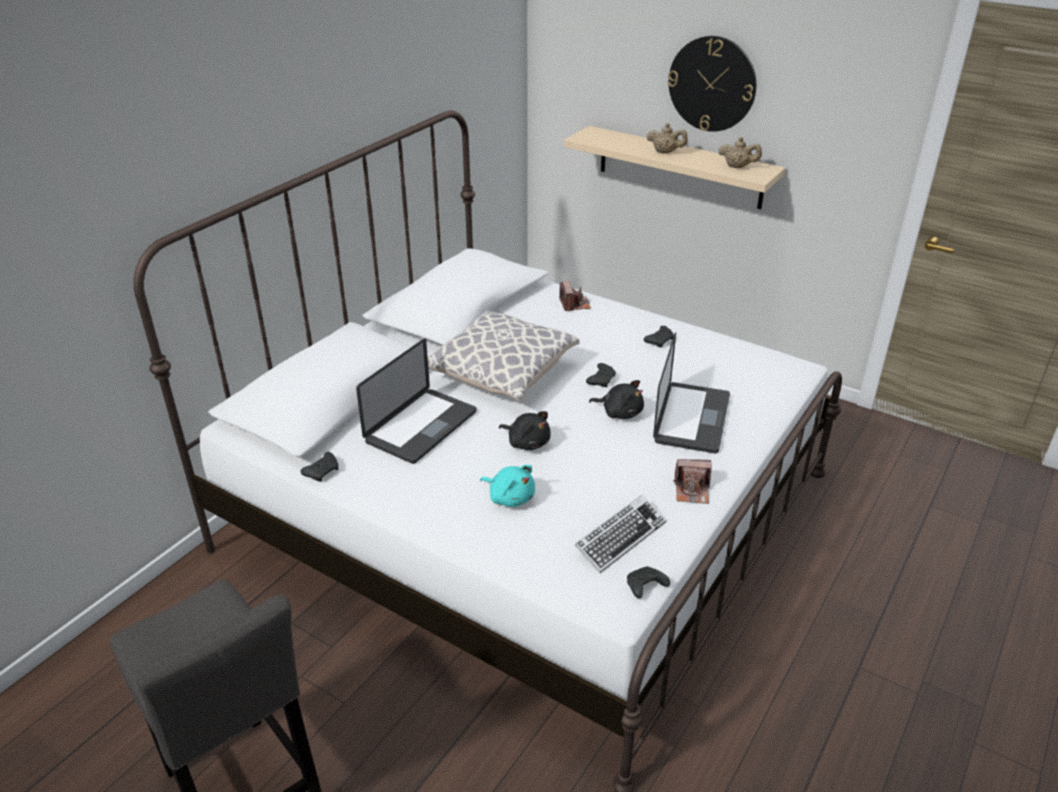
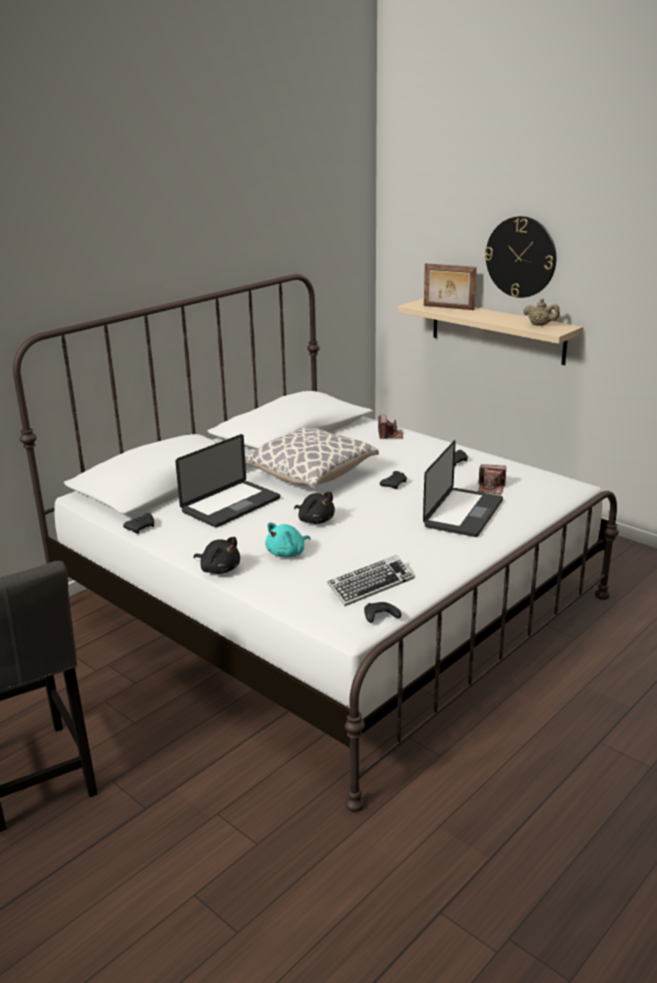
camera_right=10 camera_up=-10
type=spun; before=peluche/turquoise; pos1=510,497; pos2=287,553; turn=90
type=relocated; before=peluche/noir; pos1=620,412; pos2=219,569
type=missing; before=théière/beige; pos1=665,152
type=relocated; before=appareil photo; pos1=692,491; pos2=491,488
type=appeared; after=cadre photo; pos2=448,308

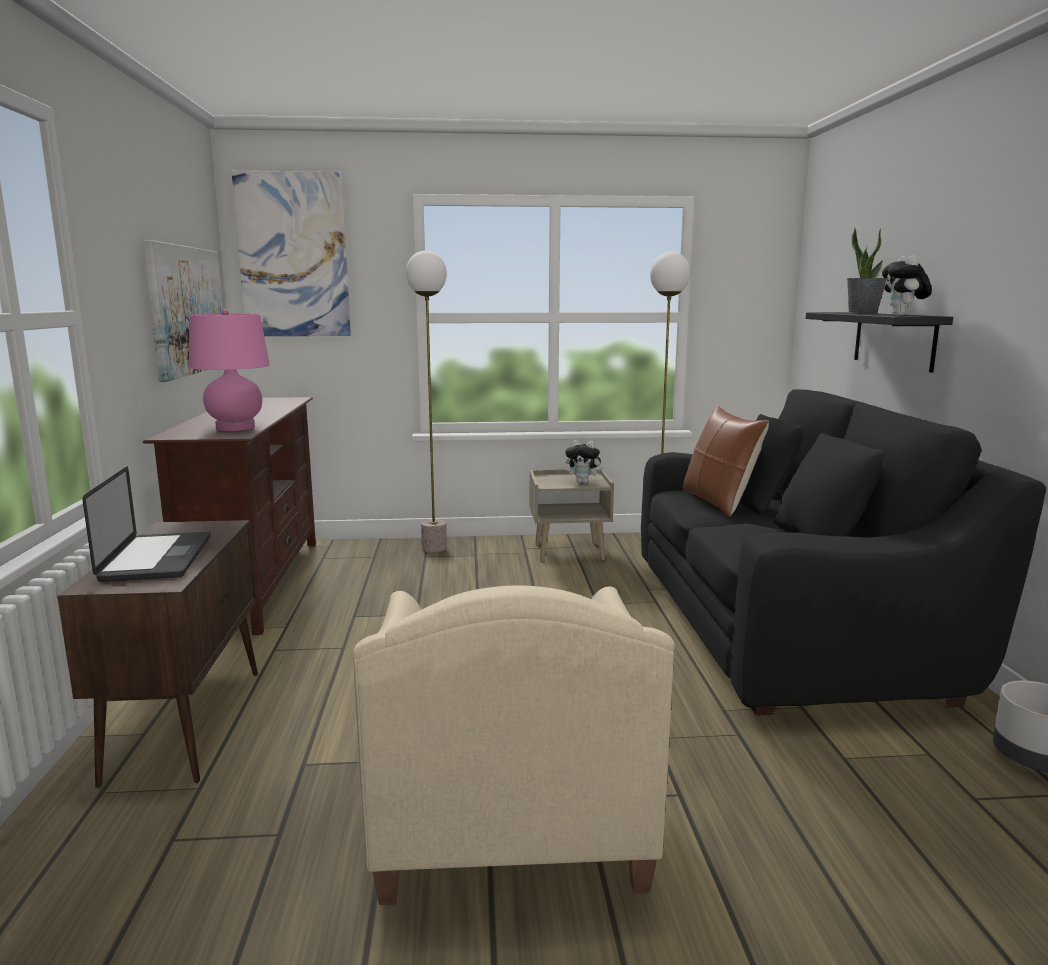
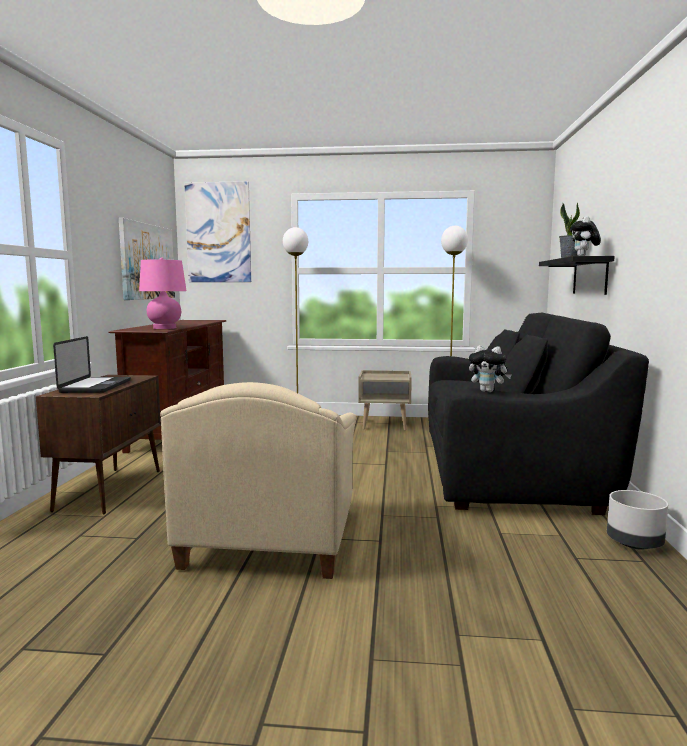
camera_right=10 camera_up=-5
type=relocated; before=peluche; pos1=584,482; pos2=488,391
type=missing; before=coussin/marron; pos1=718,502

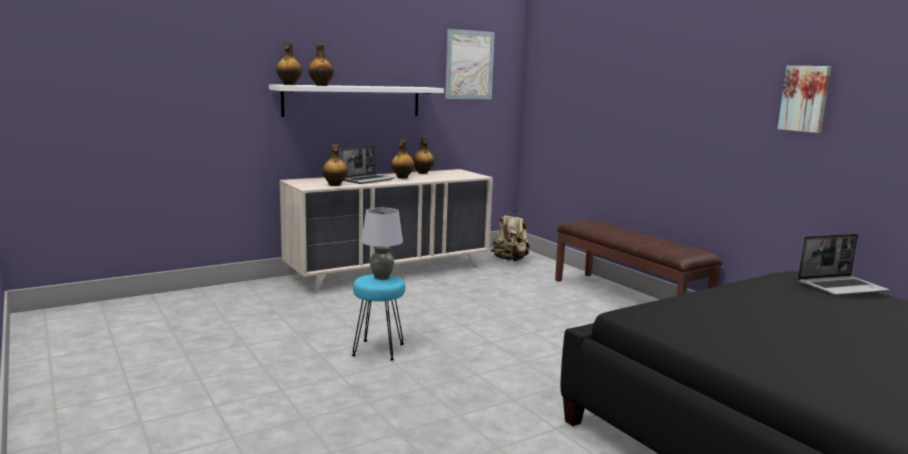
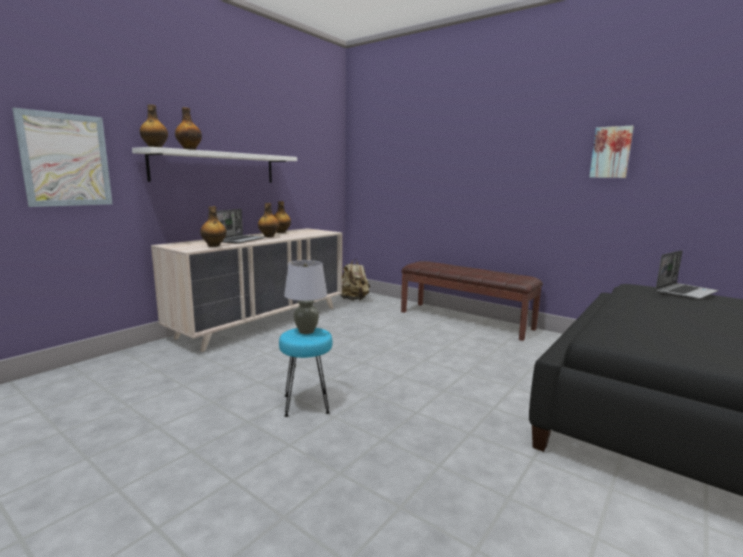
camera_right=-20 camera_up=0
type=relocated; before=tableau; pos1=469,65; pos2=66,160

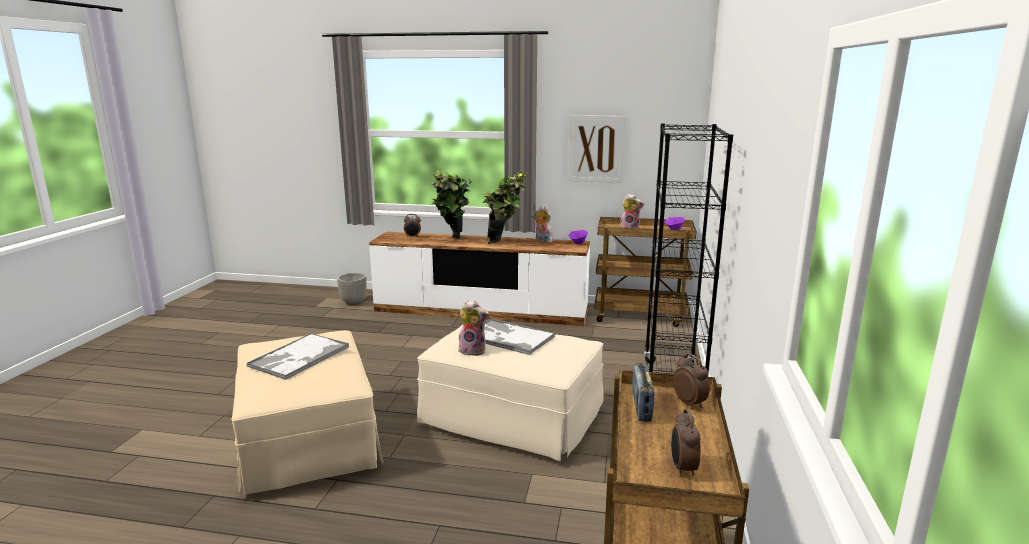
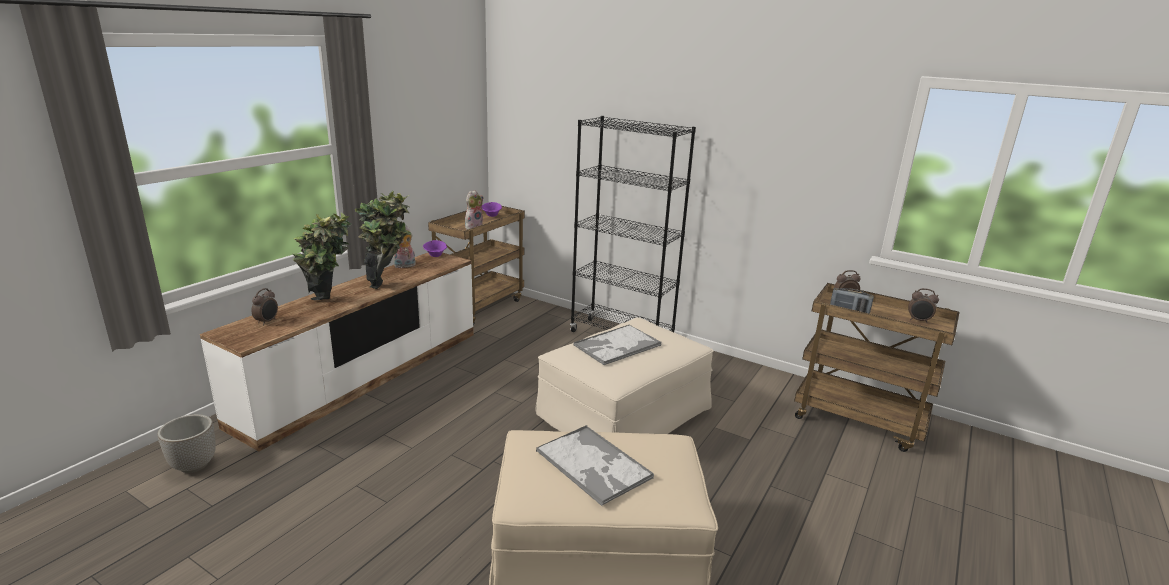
camera_right=-70 camera_up=5
type=missing; before=peluche; pos1=473,350
type=missing; before=tableau; pos1=596,149

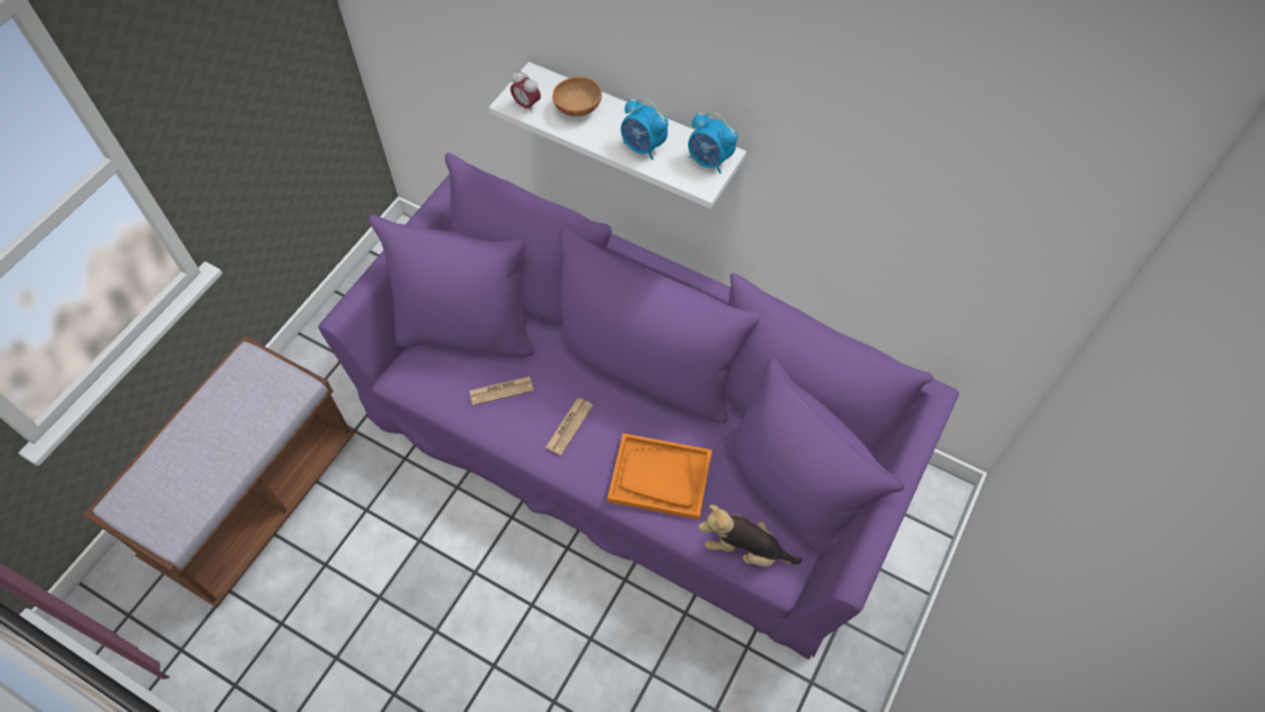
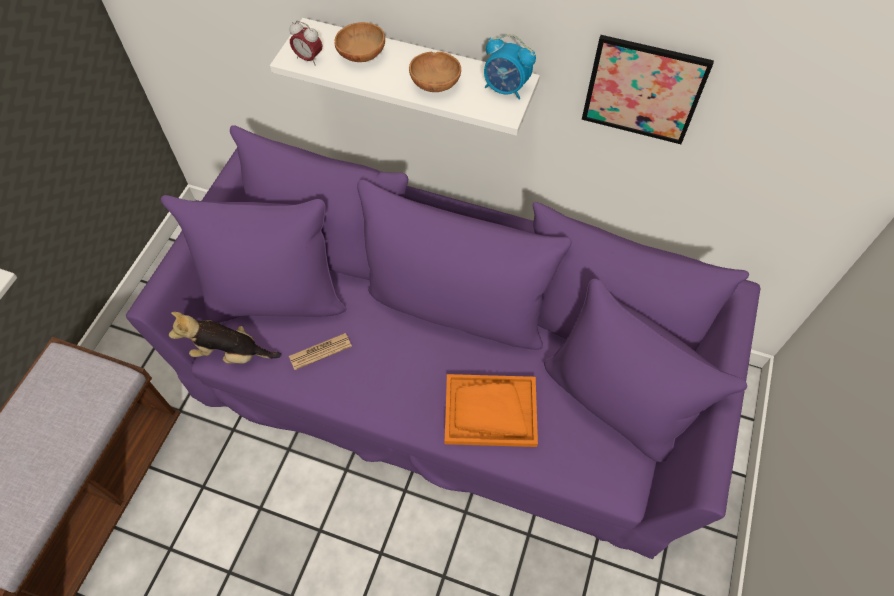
camera_right=-10 camera_up=0
type=missing; before=journal; pos1=569,426
type=exchanged; before=réveil; after=bol/marron; pos1=643,147; pos2=436,84
type=relocated; before=peluche; pos1=745,549; pos2=231,353
type=appeared; after=tableau; pos2=643,90

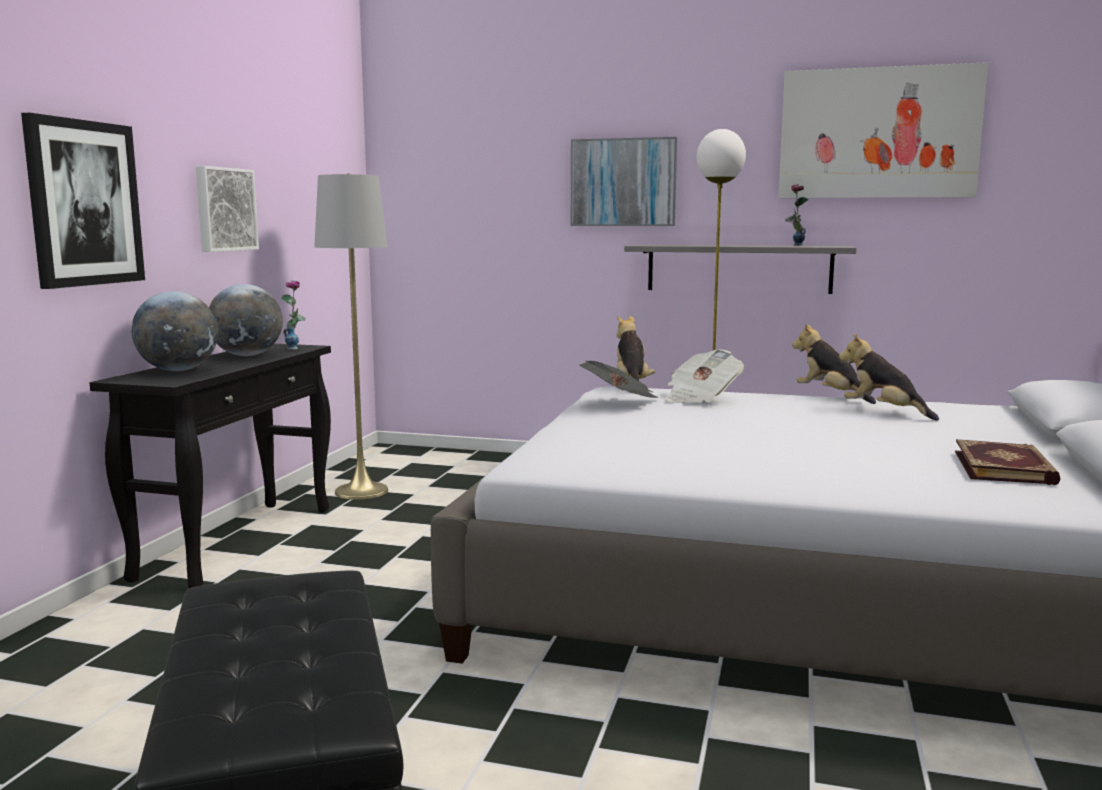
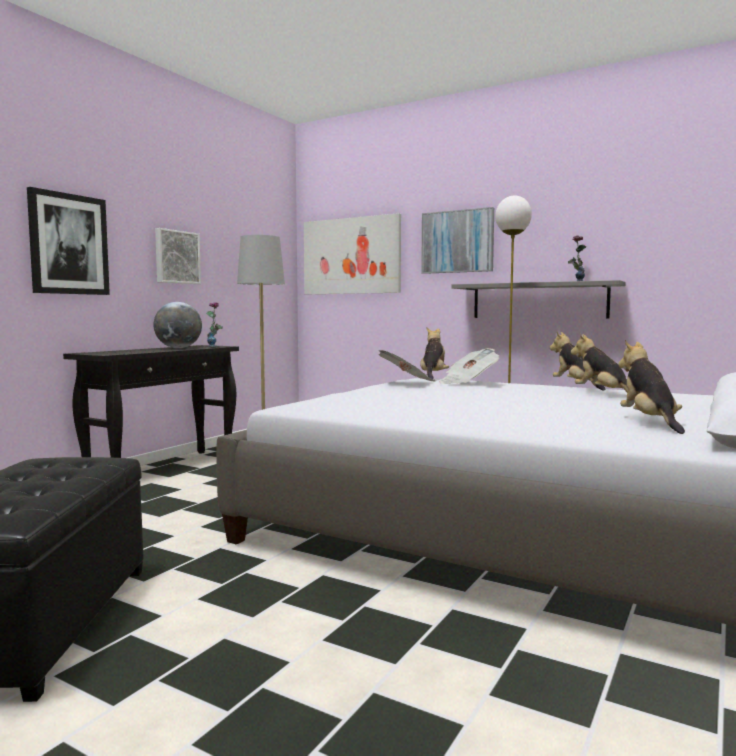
camera_right=15 camera_up=-5
type=missing; before=globe; pos1=178,370
type=relocated; before=tableau; pos1=878,133; pos2=351,256
type=exchanged; before=livre; after=peluche; pos1=1005,467; pos2=649,422

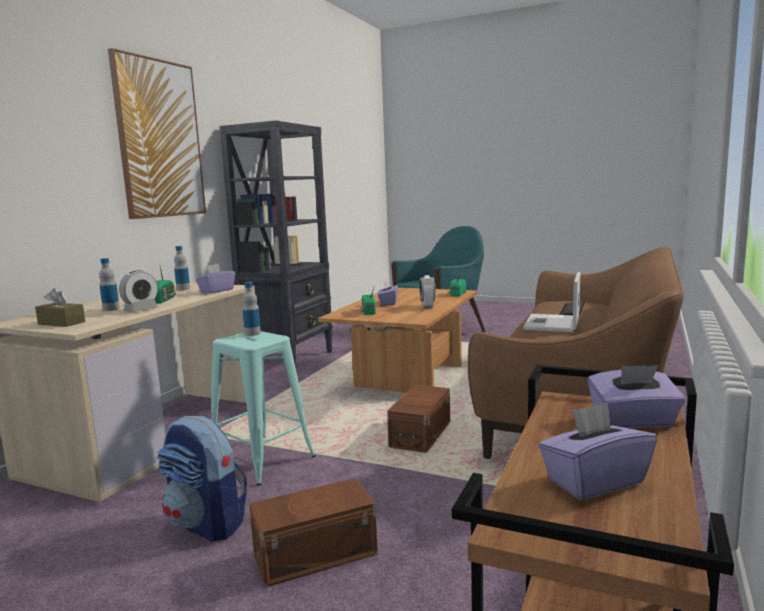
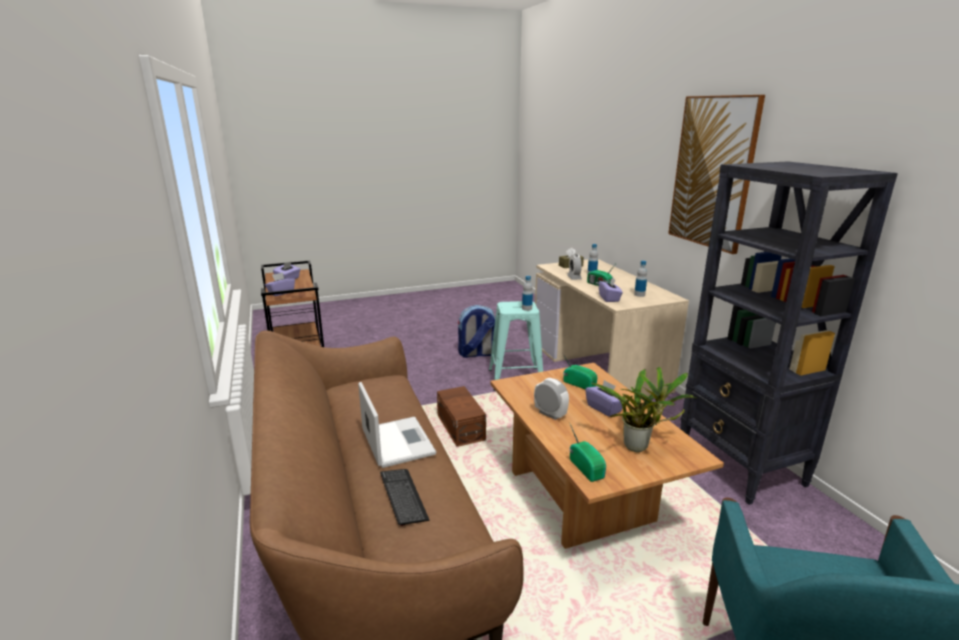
camera_right=135 camera_up=10
type=missing; before=boîte de rangement/marron; pos1=313,553
type=appeared; after=plante en pot; pos2=639,447

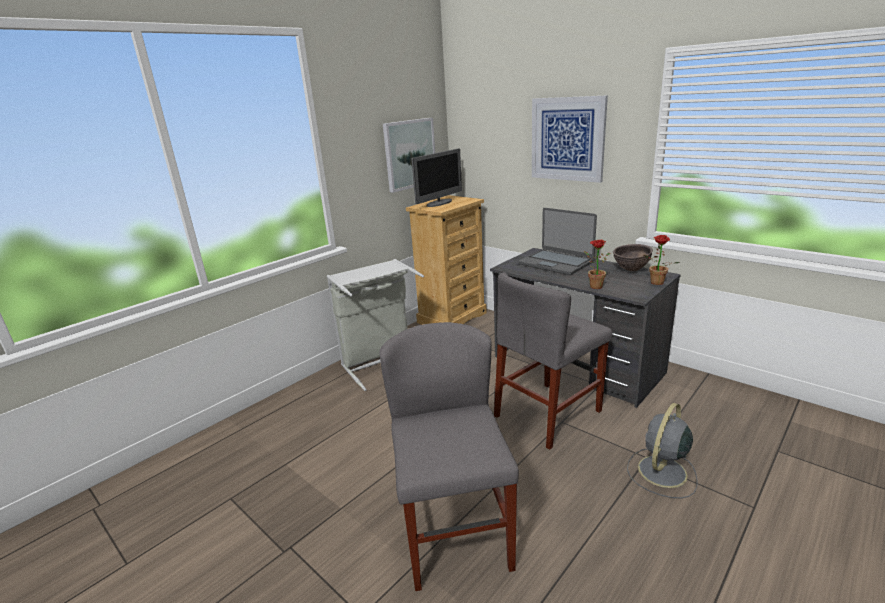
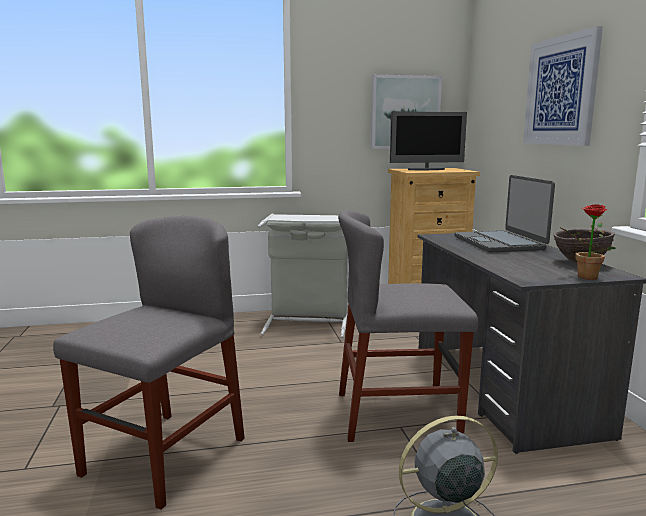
camera_right=35 camera_up=-10
type=missing; before=plante en pot; pos1=593,286

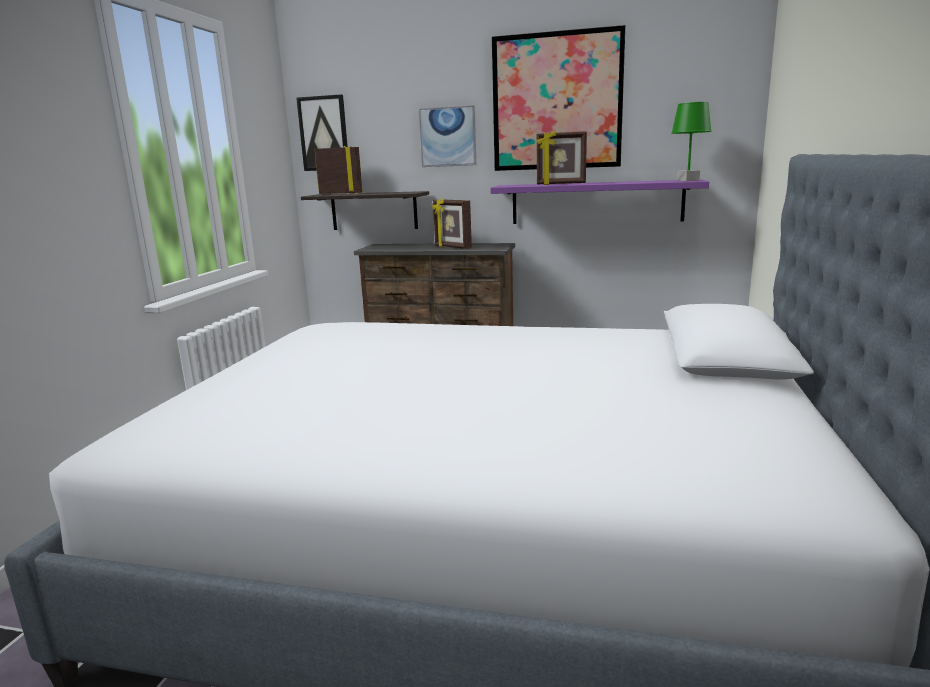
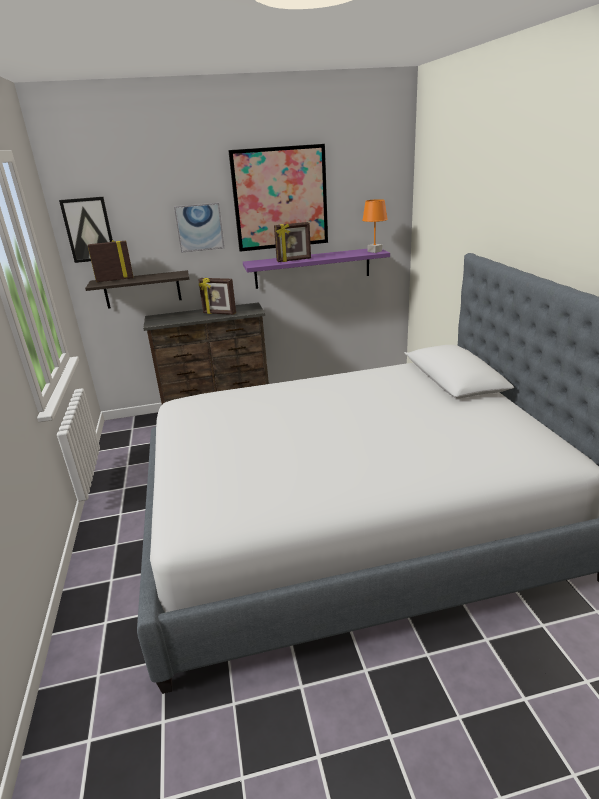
camera_right=-25 camera_up=10
type=colour; before=lampe de table/vert; after=lampe de table/orange; pos1=688,180; pos2=375,251

